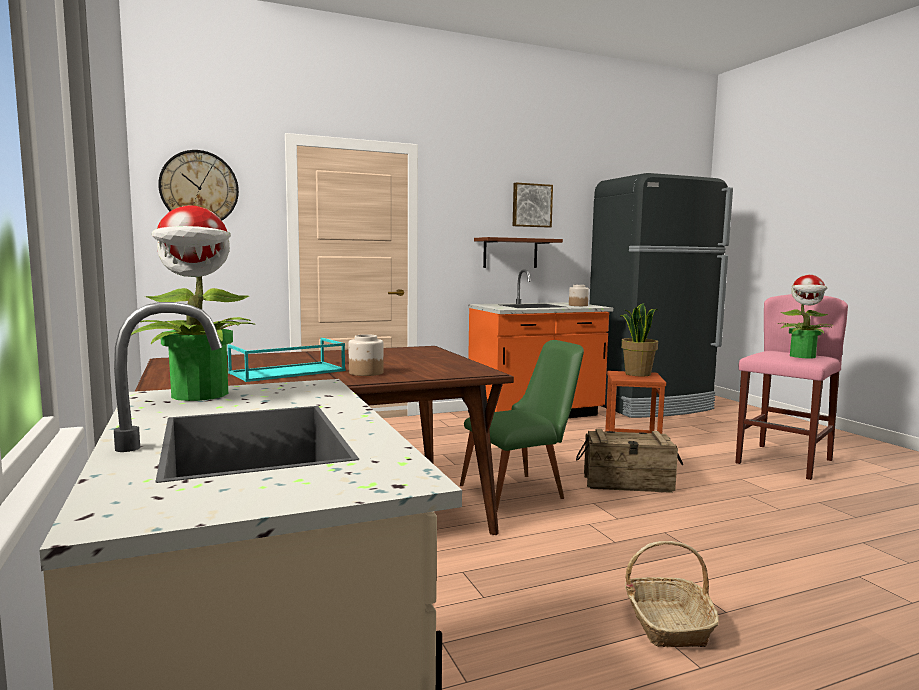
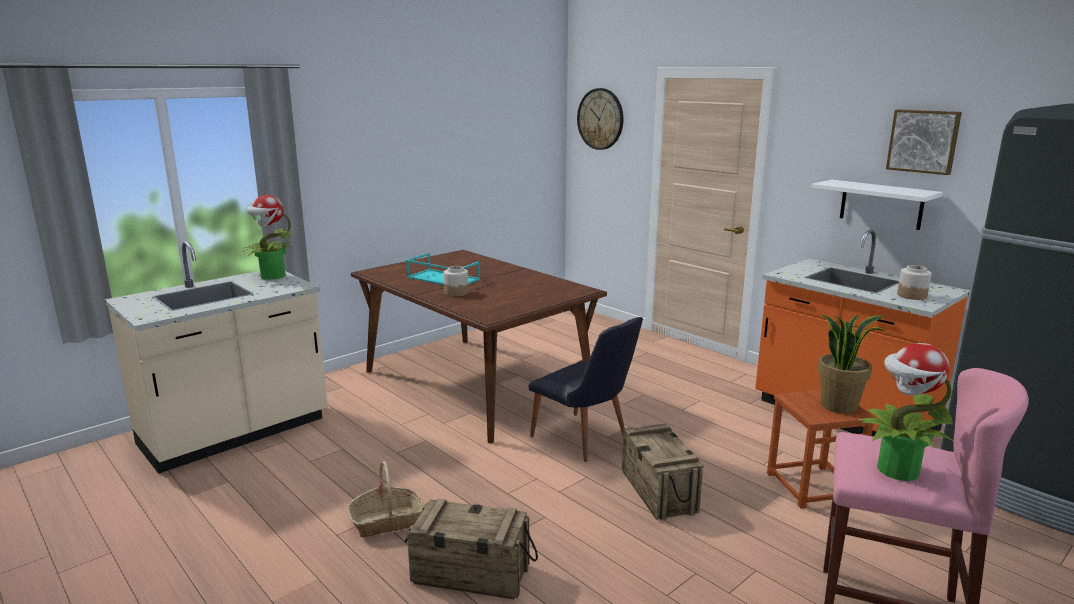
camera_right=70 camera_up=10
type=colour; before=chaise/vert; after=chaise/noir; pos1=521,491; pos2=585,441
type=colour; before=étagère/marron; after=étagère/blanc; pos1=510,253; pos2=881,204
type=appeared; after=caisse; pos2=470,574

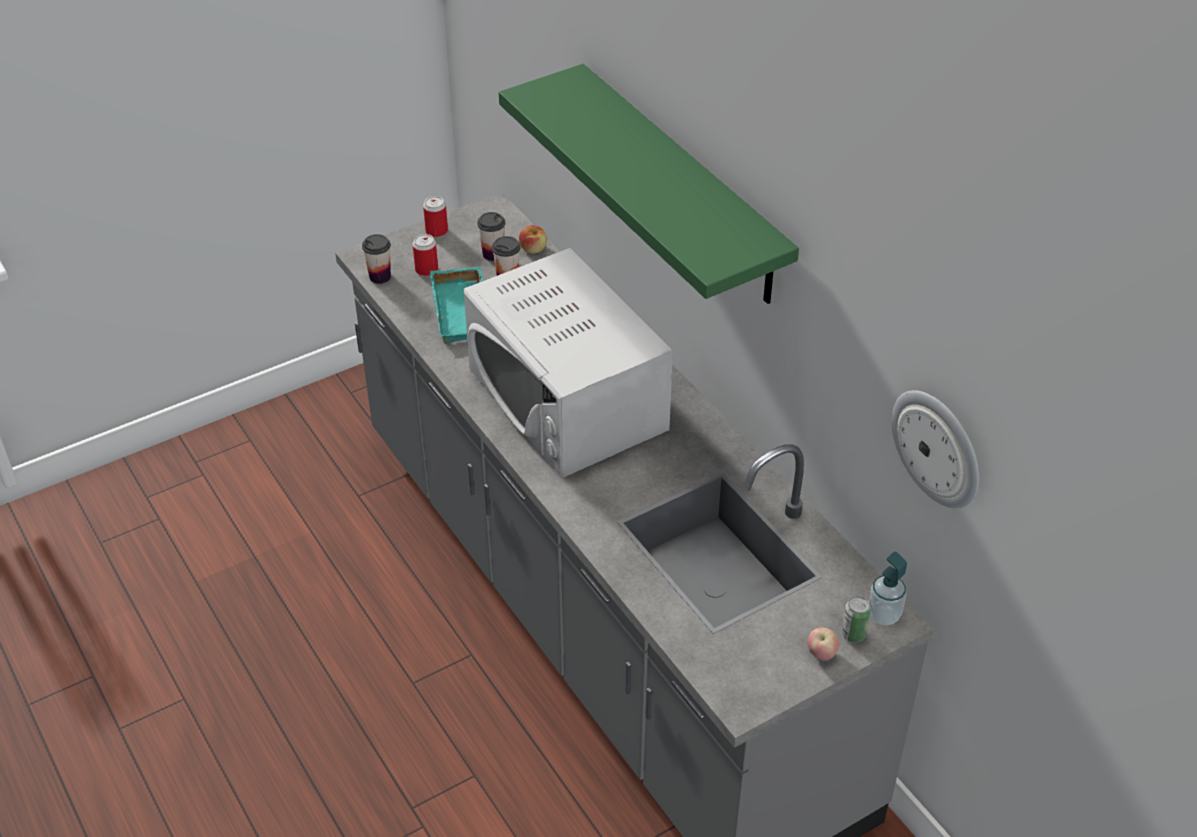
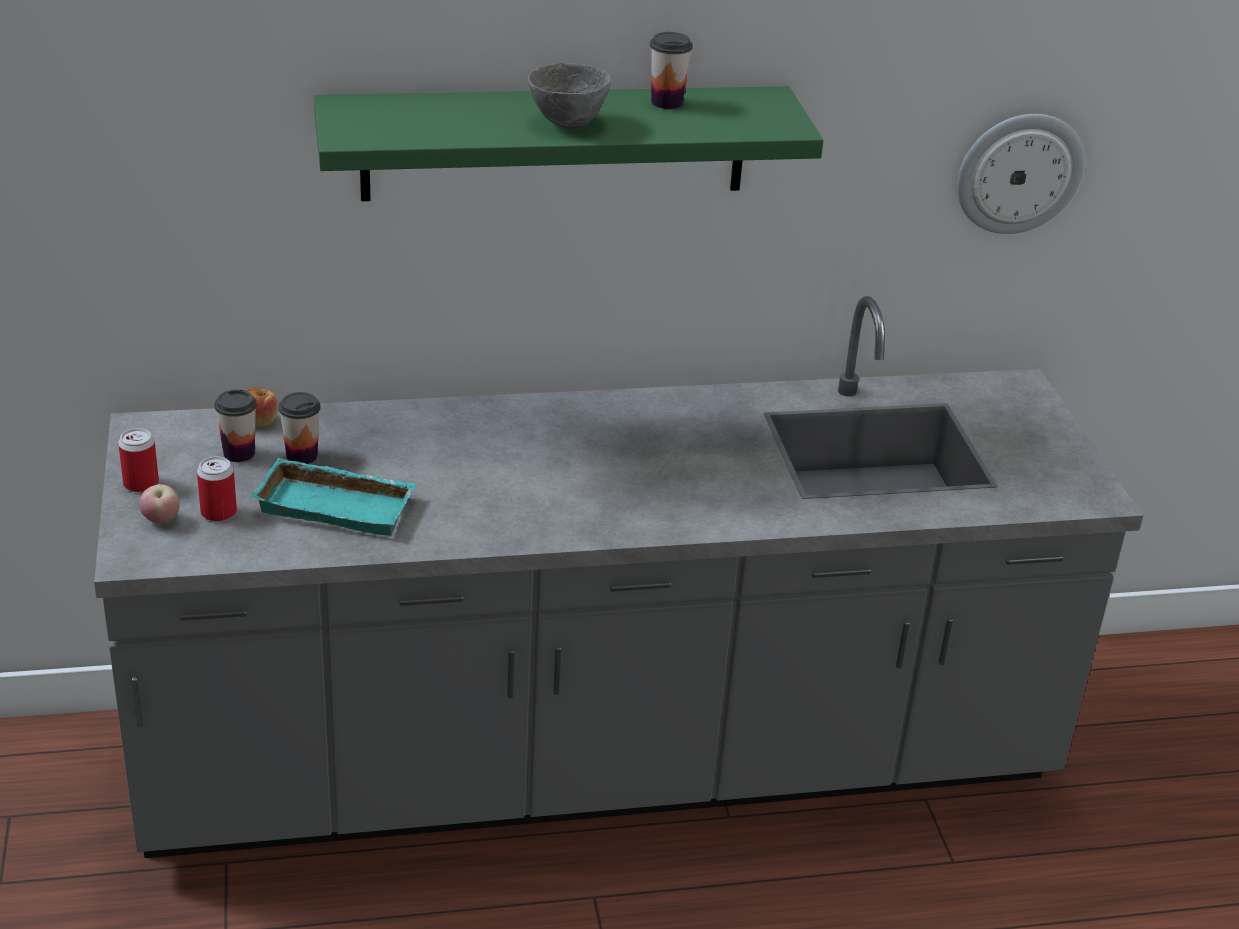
camera_right=-70 camera_up=-10
type=relocated; before=tasse; pos1=380,277; pos2=667,102
type=missing; before=micro-ondes/blanc; pos1=567,398
type=relocated; before=pomme; pos1=821,654; pos2=161,520
type=missing; before=boîte métallique; pos1=853,634
type=missing; before=distributeur de savon; pos1=884,615
type=appeared; after=bol/gris; pos2=569,124

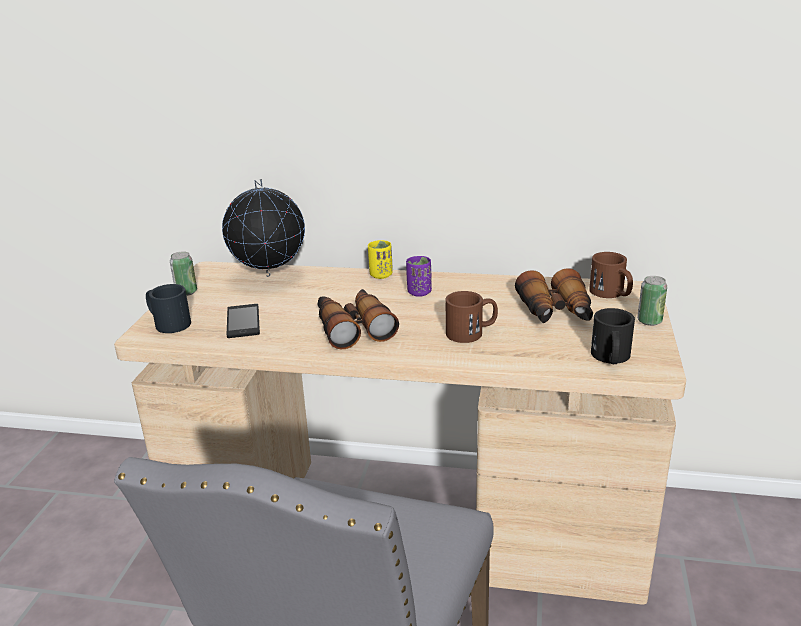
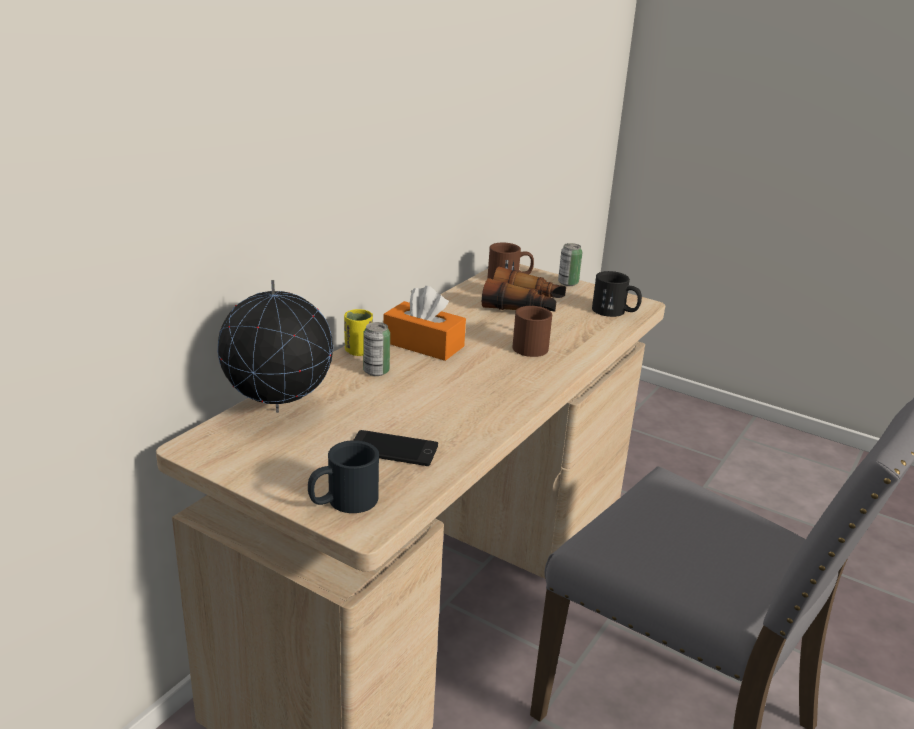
camera_right=-70 camera_up=0
type=relocated; before=boîte métallique; pos1=186,292; pos2=376,371
type=missing; before=jumelles; pos1=353,327
type=exchanged; before=tasse/violet; after=boîte à mouchoirs/orange; pos1=419,292; pos2=423,344

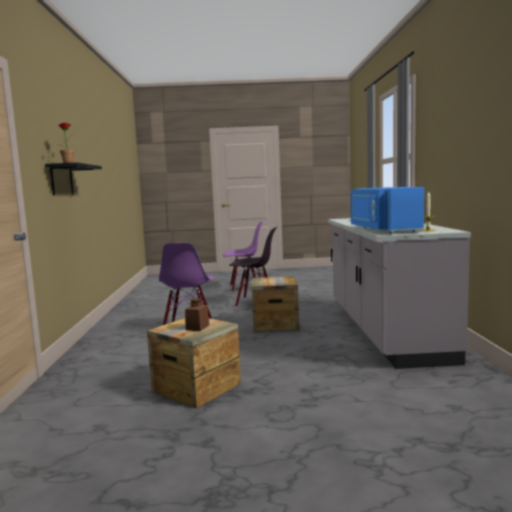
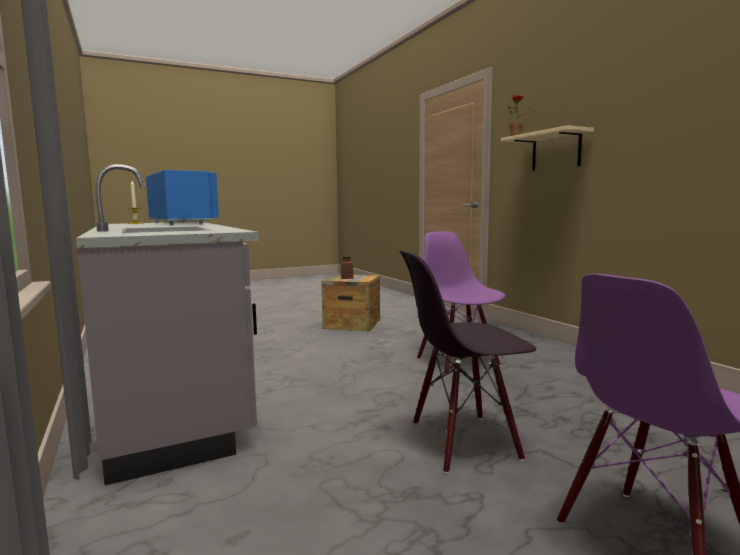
camera_right=155 camera_up=0
type=colour; before=étagère/noir; after=étagère/beige; pos1=62,180; pos2=556,151
type=missing; before=caisse; pos1=275,323

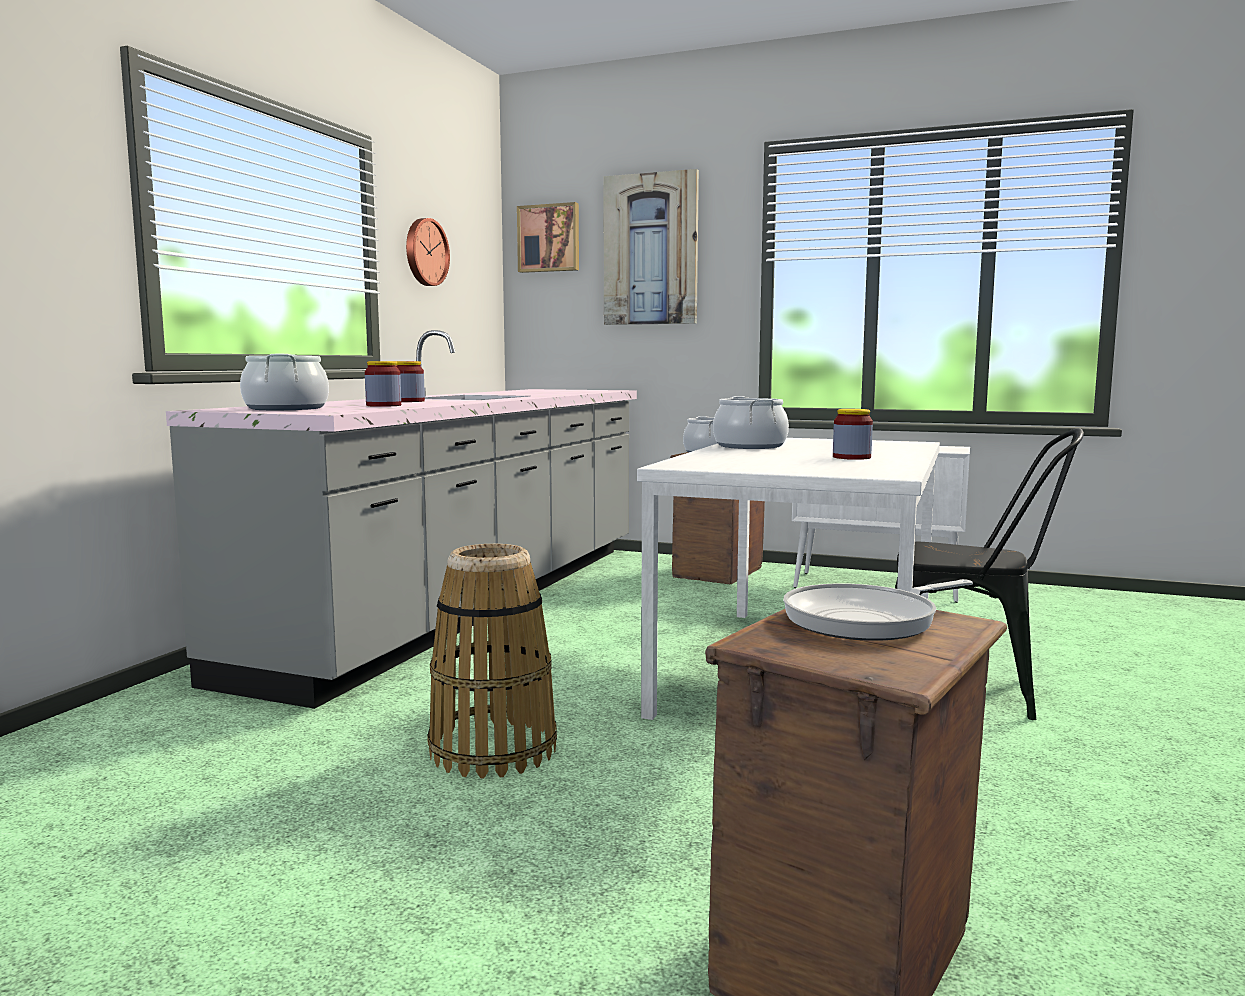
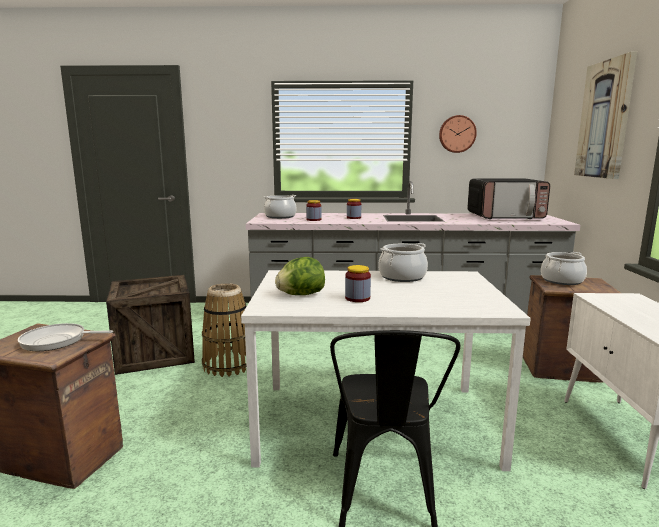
camera_right=70 camera_up=5
type=missing; before=tableau; pos1=549,238
type=spun; before=poêle; pos1=867,620; pos2=57,341; turn=-45
type=appeared; after=caisse; pos2=155,353
type=appeared; after=laitue; pos2=301,295
type=appeared; after=micro-ondes; pos2=505,217

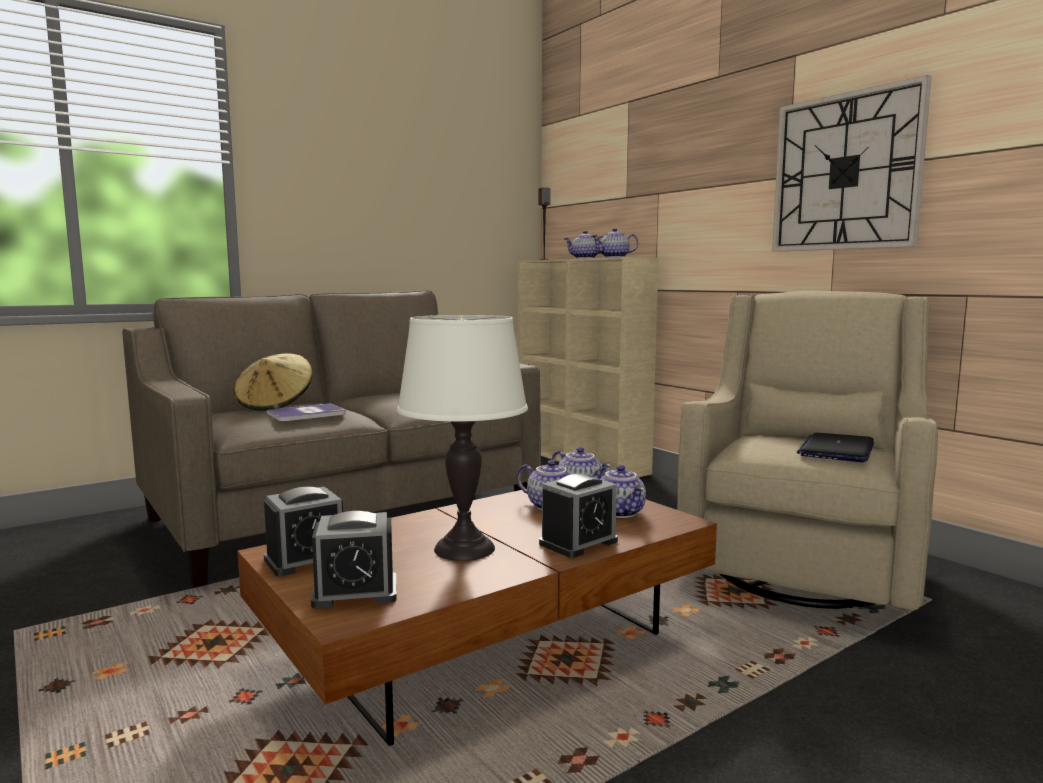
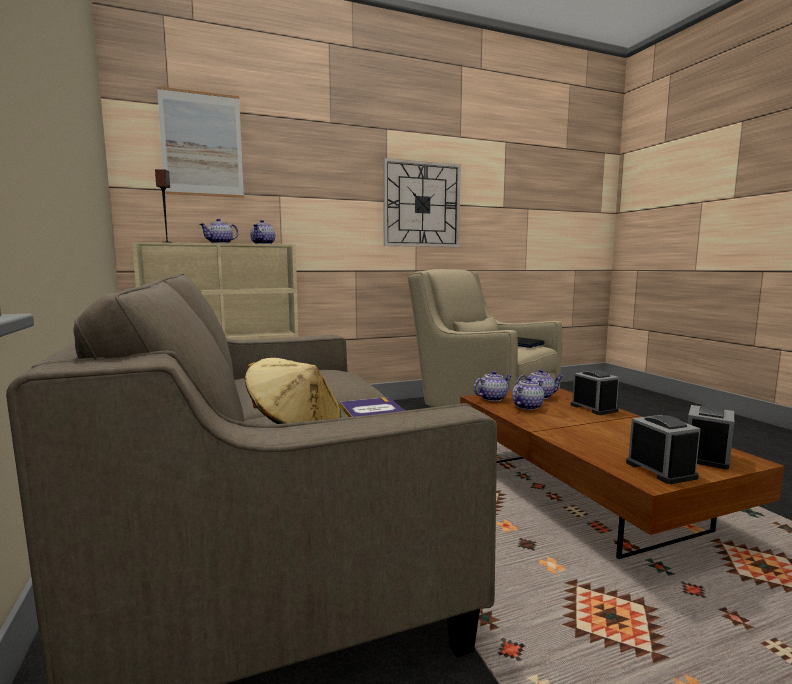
camera_right=-75 camera_up=0
type=spun; before=réveil; pos1=355,592; pos2=706,457; turn=-150
type=missing; before=lampe de table/blanc; pos1=465,549
type=appeared; after=tableau; pos2=202,144

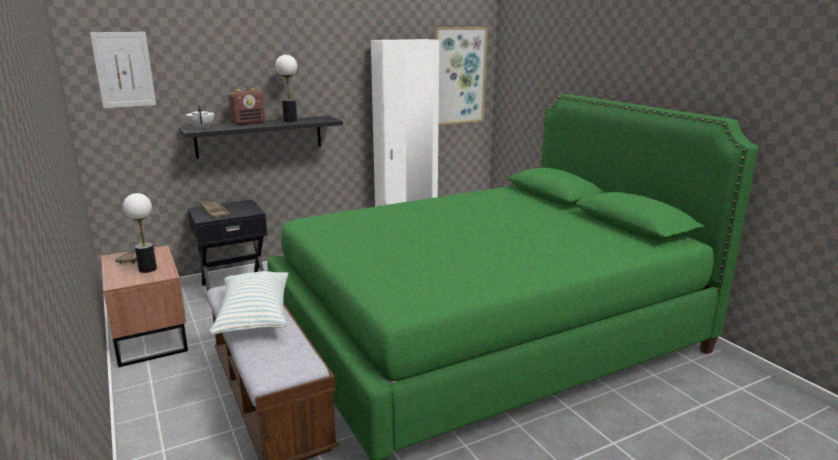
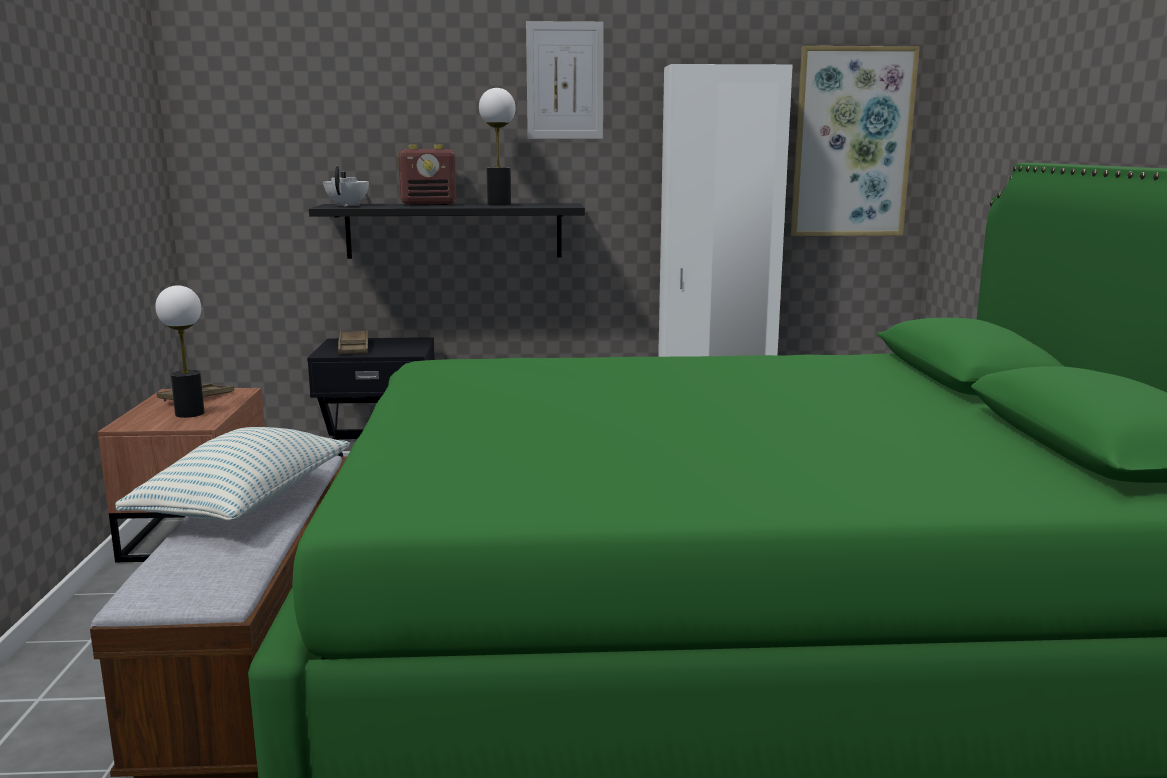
camera_right=25 camera_up=-5
type=relocated; before=tableau; pos1=124,70; pos2=565,81

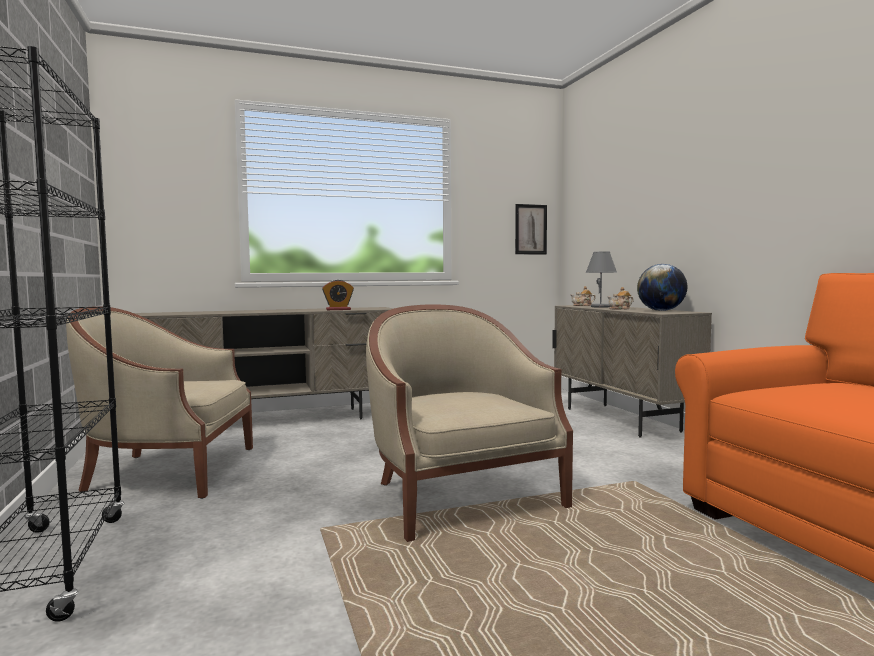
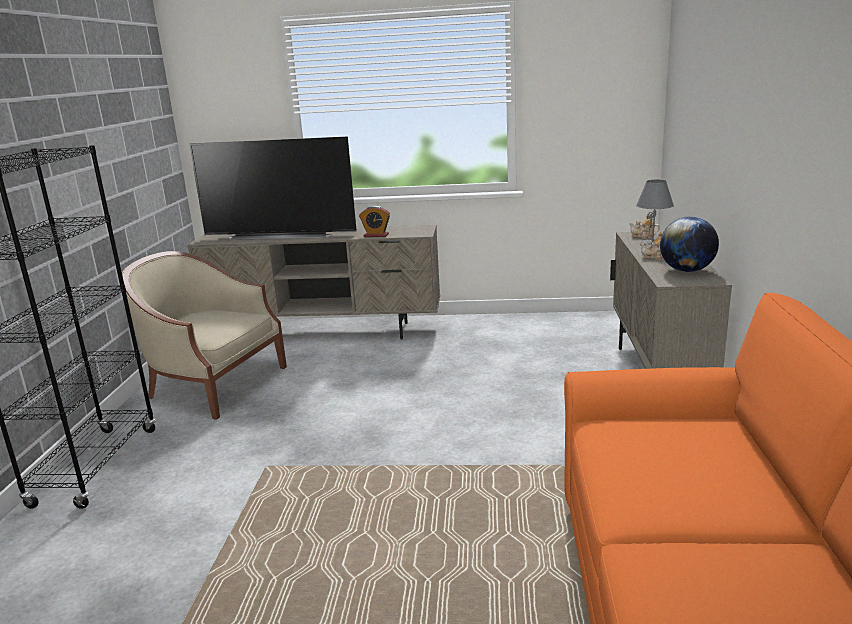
camera_right=25 camera_up=15
type=missing; before=fauteuil/beige; pos1=460,497
type=missing; before=tableau; pos1=530,229
type=appeared; after=téléviseur; pos2=282,235

